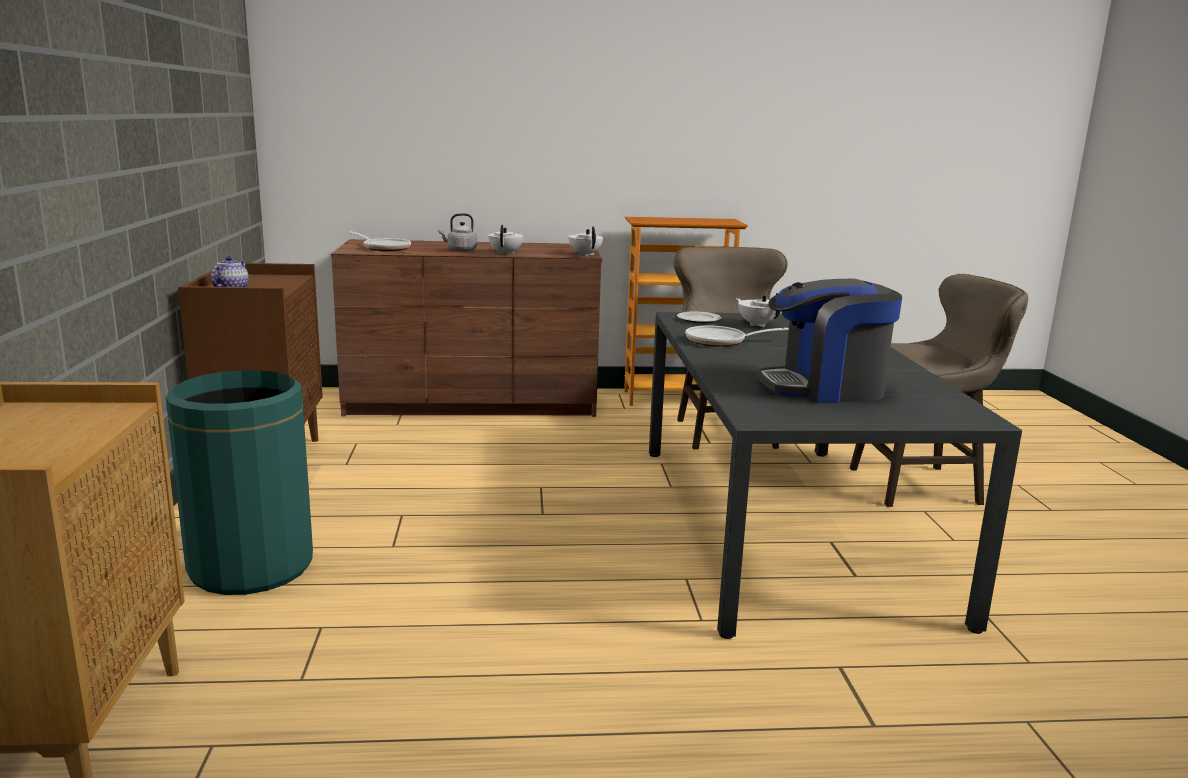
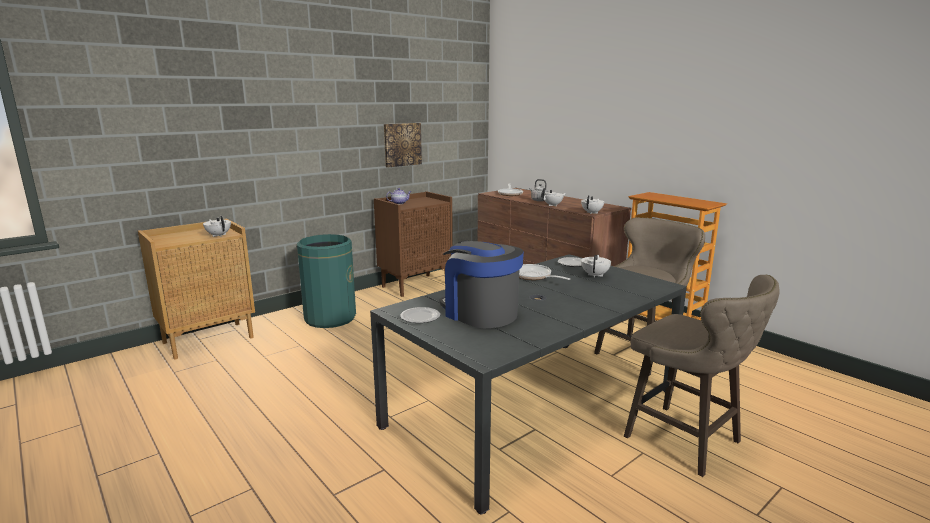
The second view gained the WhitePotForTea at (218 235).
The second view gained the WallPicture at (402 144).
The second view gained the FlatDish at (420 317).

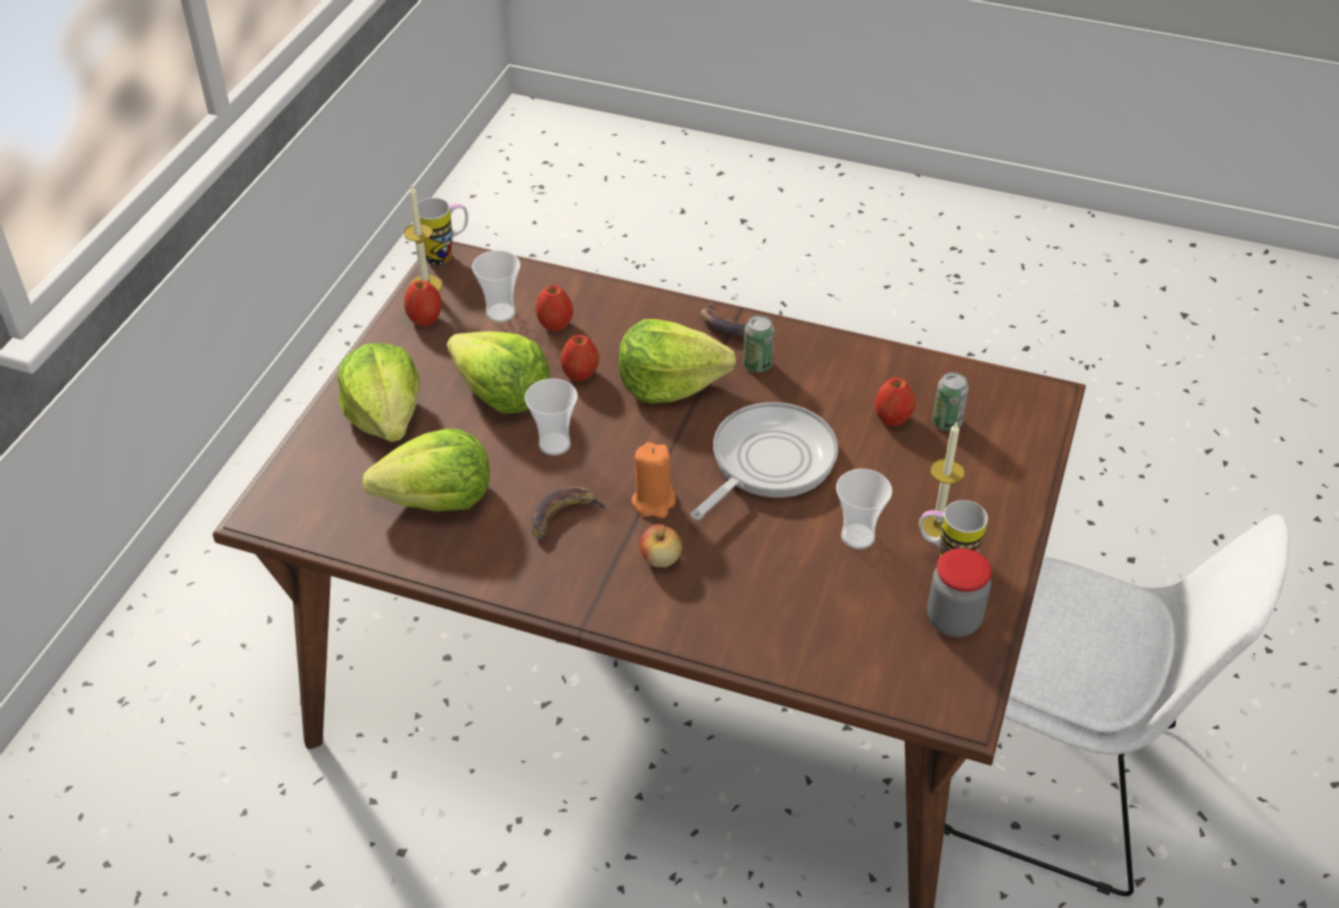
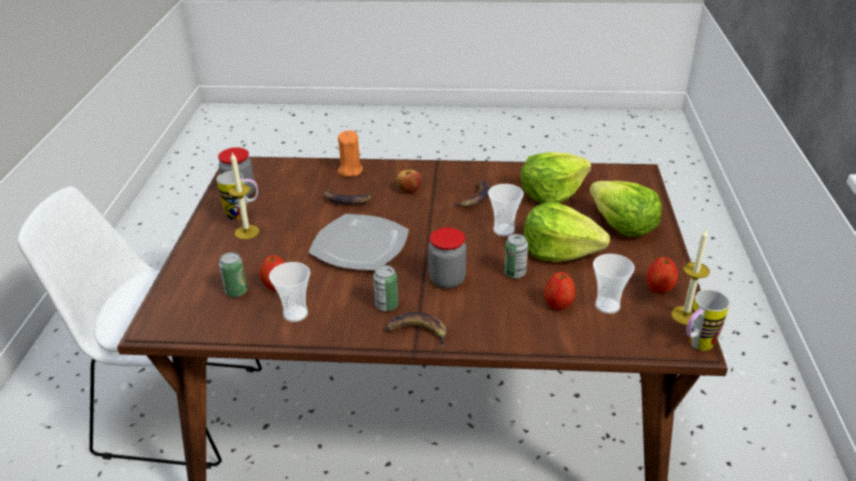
The SmallCup ended up elsewhere, having gone from (857 536) to (295 314).
Where the Pan stood at (768 462), the FlatDish came to stand at (361 245).
The second view gained the BananaFruit at (346 200).
The OrangeColouredWaxLight ended up elsewhere, having gone from (654 502) to (350 170).
Where the HeadOfLettuce stood at (670 383), the Jar came to stand at (447 280).
Where the Apple stood at (580 375), the Can came to stand at (514 273).

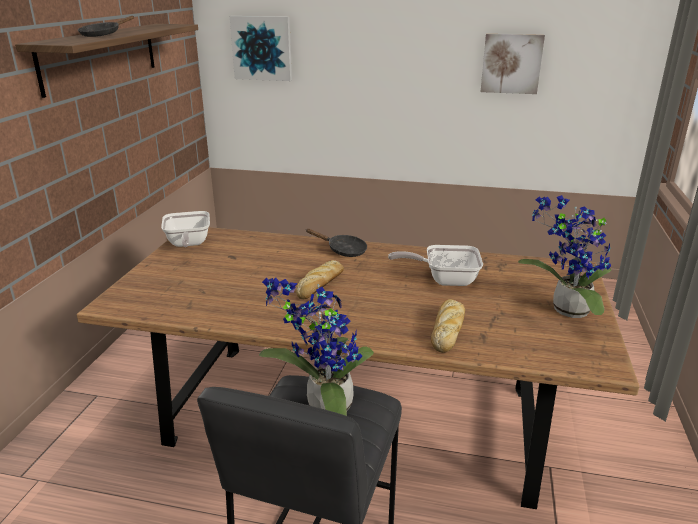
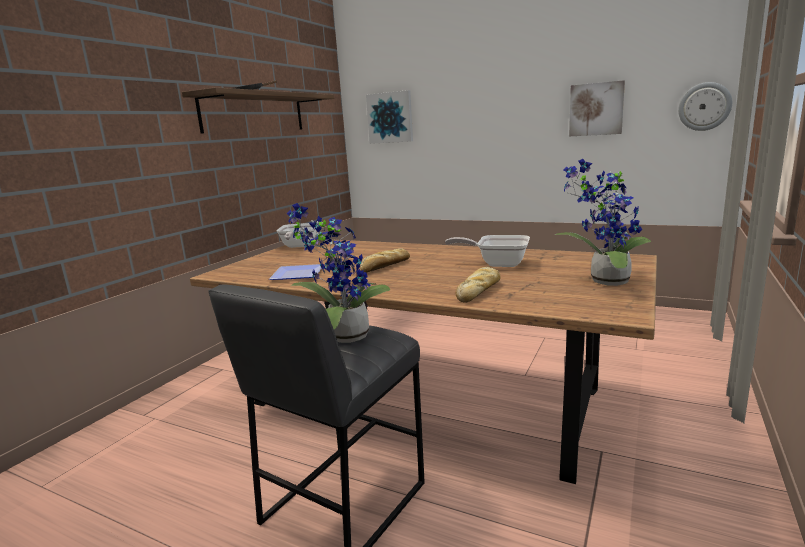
The second view gained the FlatDish at (299 274).
The second view gained the HangingClock at (704 106).
The second view lost the BlackishPan at (343 250).

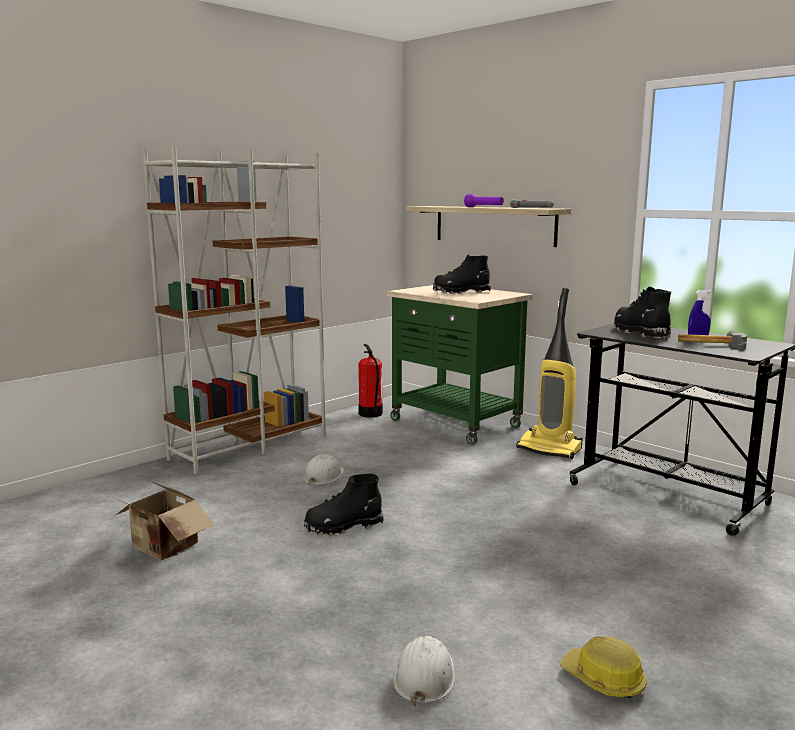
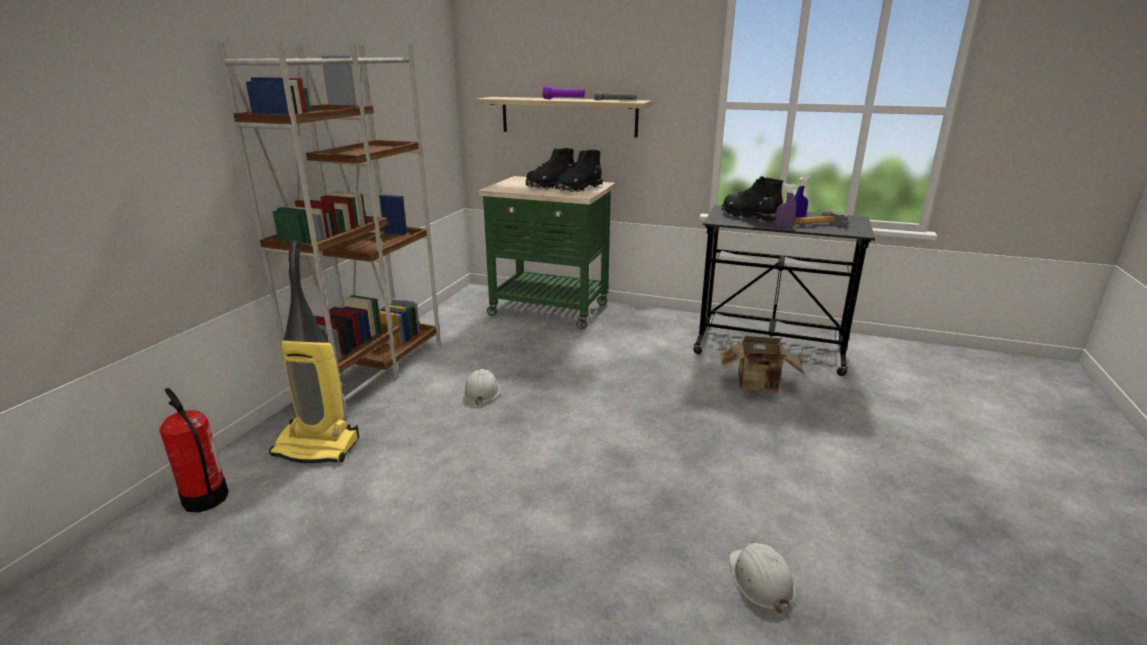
The Extinguisher ended up elsewhere, having gone from (370 414) to (205 499).
The Vacuum ended up elsewhere, having gone from (550 449) to (318 447).
The BlackishHighTopBoot ended up elsewhere, having gone from (343 526) to (578 188).
The CardboardBox ended up elsewhere, having gone from (162 549) to (759 386).
The second view gained the PurpleSprayer at (783 226).
The second view lost the WorkHelmet at (603 679).

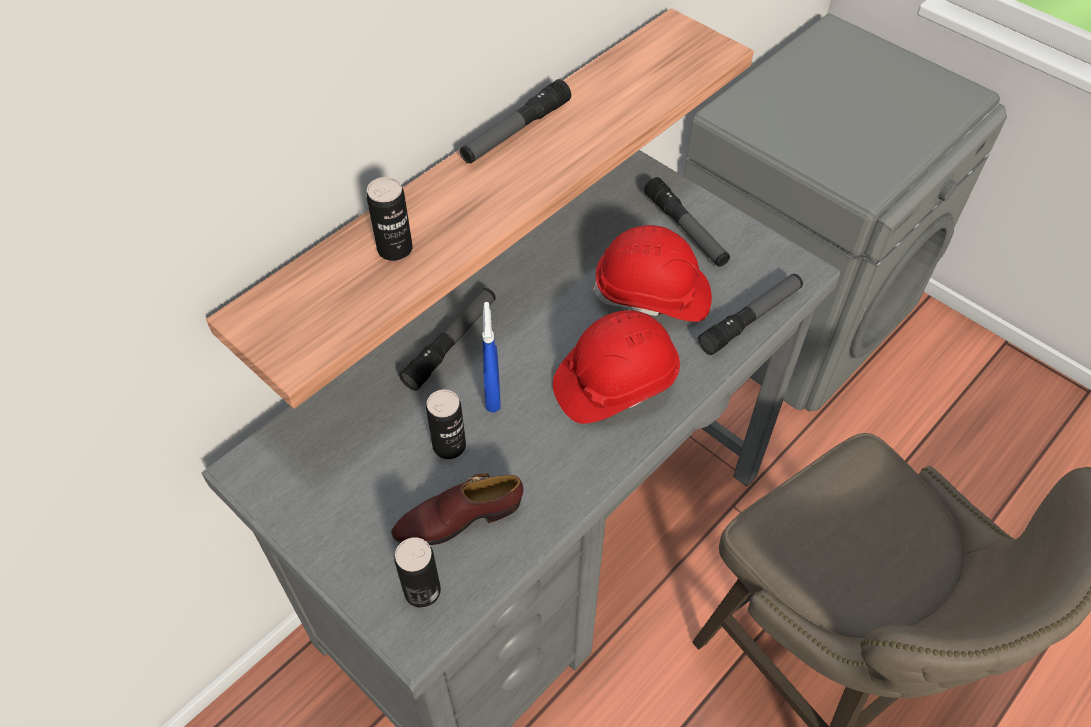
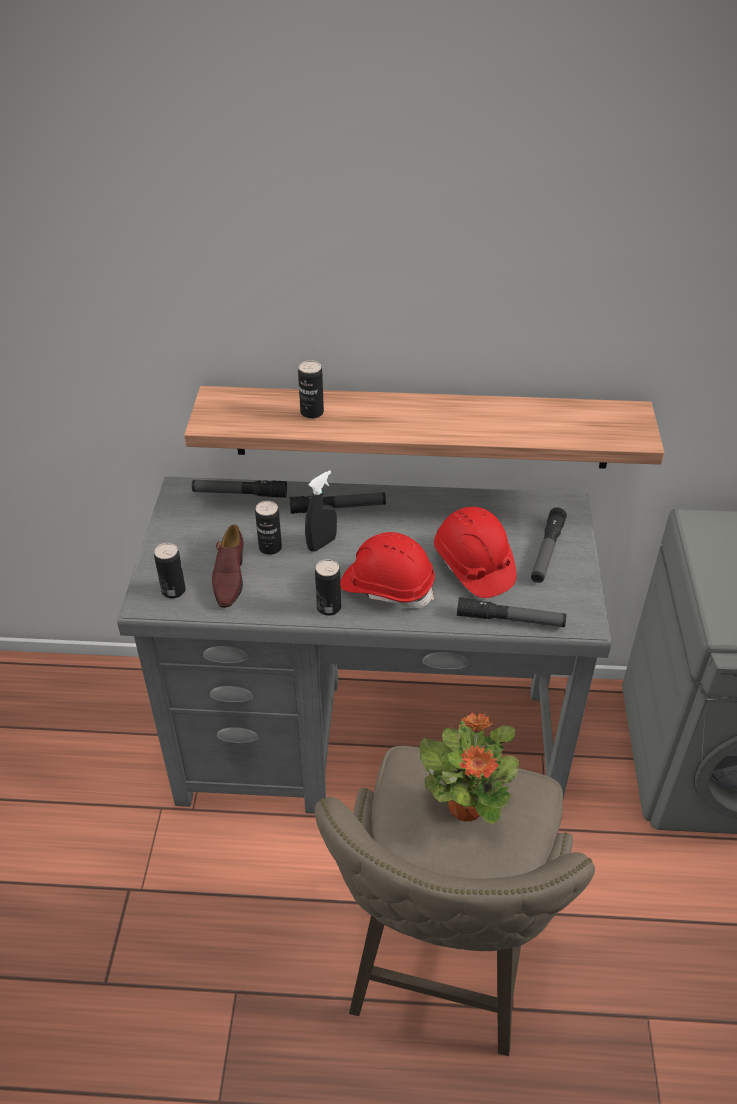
The Flashlight ended up elsewhere, having gone from (515 131) to (240 493).
The BrownColouredLowShoe at (458 518) ended up facing another way, 120 degrees counterclockwise from before.
What was the BlueColouredSprayer at (492 395) turned into the BlackishSprayer at (321 544).
The second view gained the Can at (329 607).
The second view gained the Houseplant at (466 805).

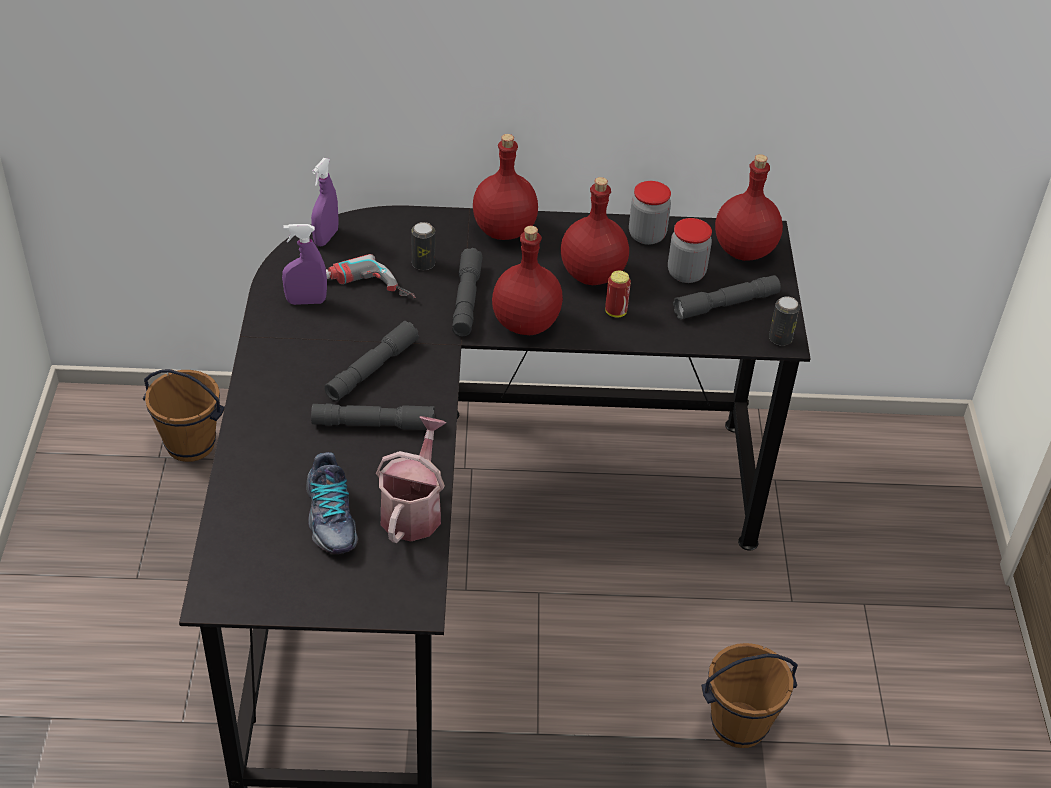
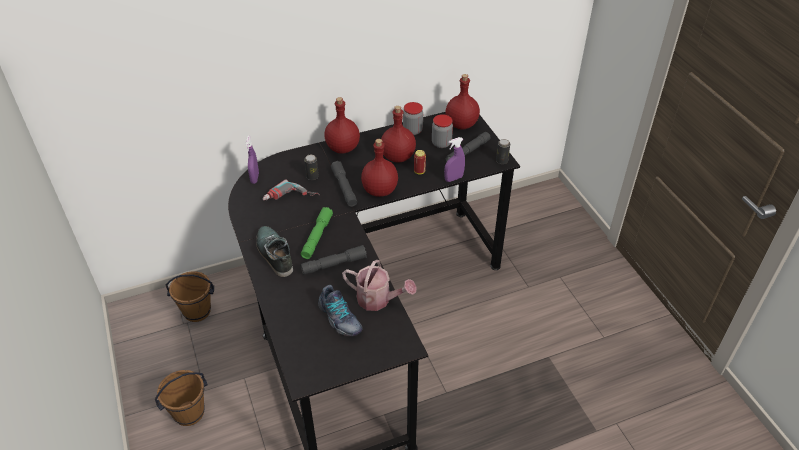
The BrownColouredPail ended up elsewhere, having gone from (738 724) to (189 412).
The second view gained the LowShoe at (274 254).
What was the GreyFlashlight at (372 369) turned into the GreenFlashlight at (317 237).
The WateringPot at (413 509) ended up facing another way, 120 degrees clockwise from before.
The PurpleSprayer ended up elsewhere, having gone from (306 301) to (453 178).

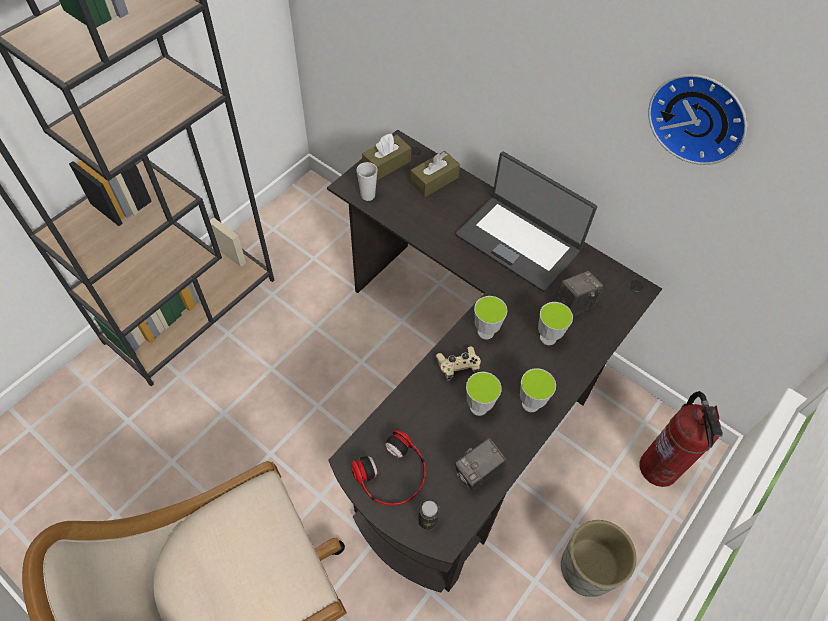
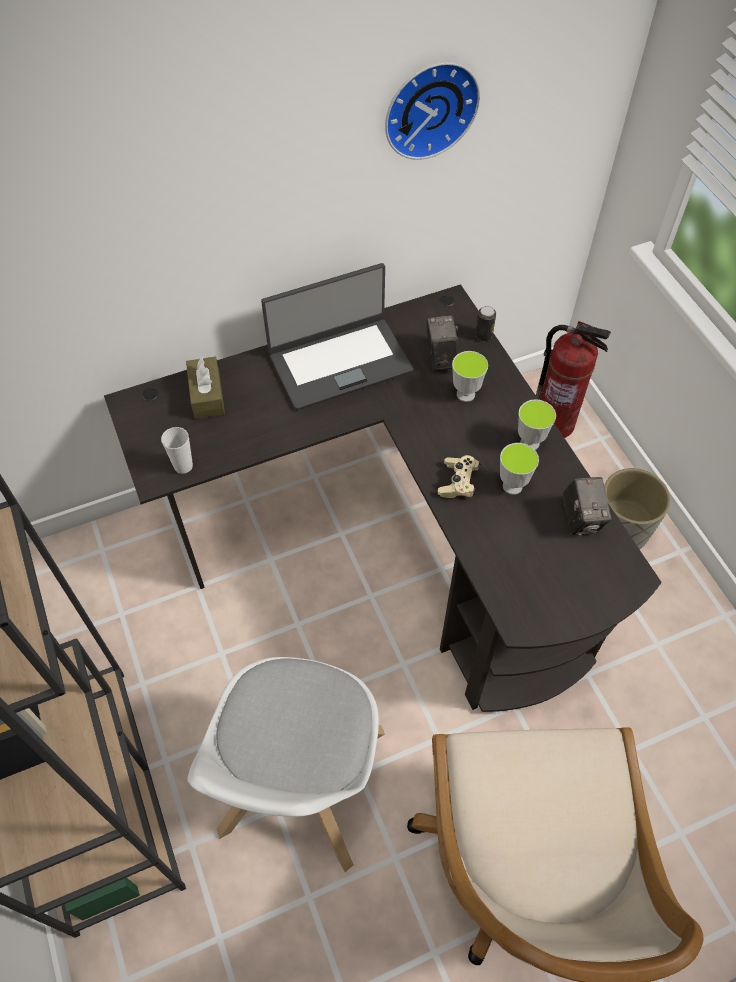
The second view gained the Chair at (300 786).
The Can ended up elsewhere, having gone from (427 520) to (483 335).
The second view lost the Headset at (392 474).
The second view lost the BrownColouredTissueBox at (386 164).
The second view lost the SmallCup at (485 332).

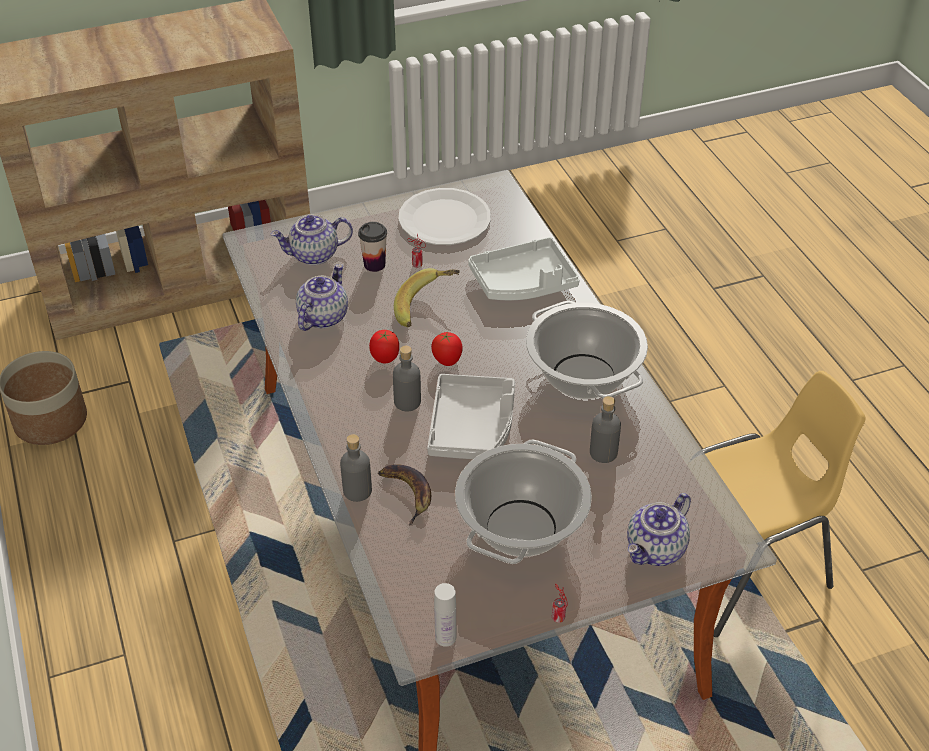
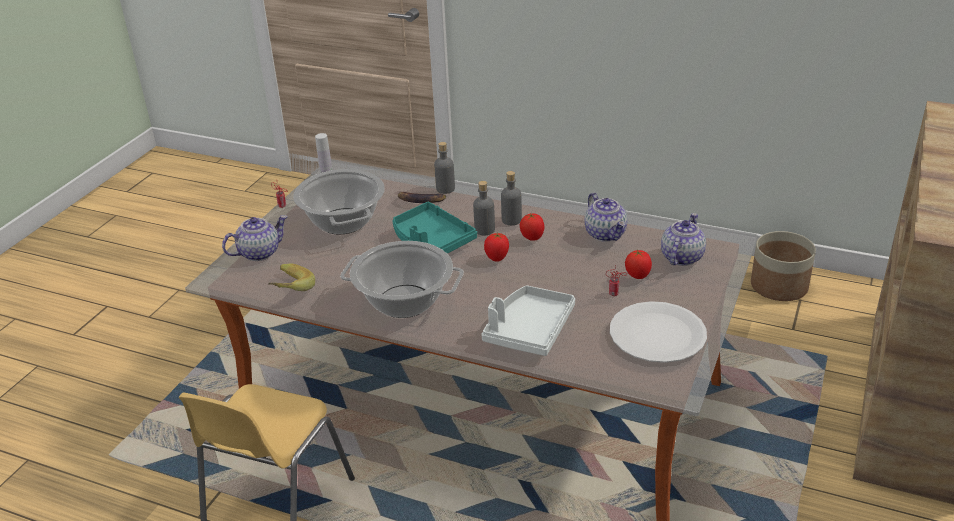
The PotForTea at (656 550) ended up facing another way, 60 degrees clockwise from before.
The BananaFruit ended up elsewhere, having gone from (427 308) to (288 291).
What was the GreyCarryingTray at (472 427) turned into the TurquoiseColouredCarryingTray at (431 241).
The GreyDrinkBottle ended up elsewhere, having gone from (603 453) to (511 220).
Where the SmallCup stood at (374 265), the Tomato came to stand at (637 276).

